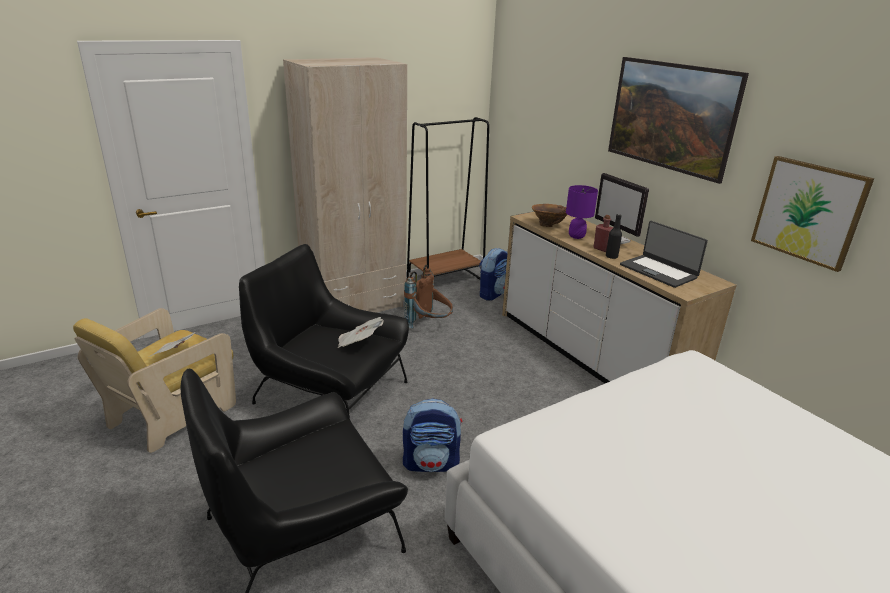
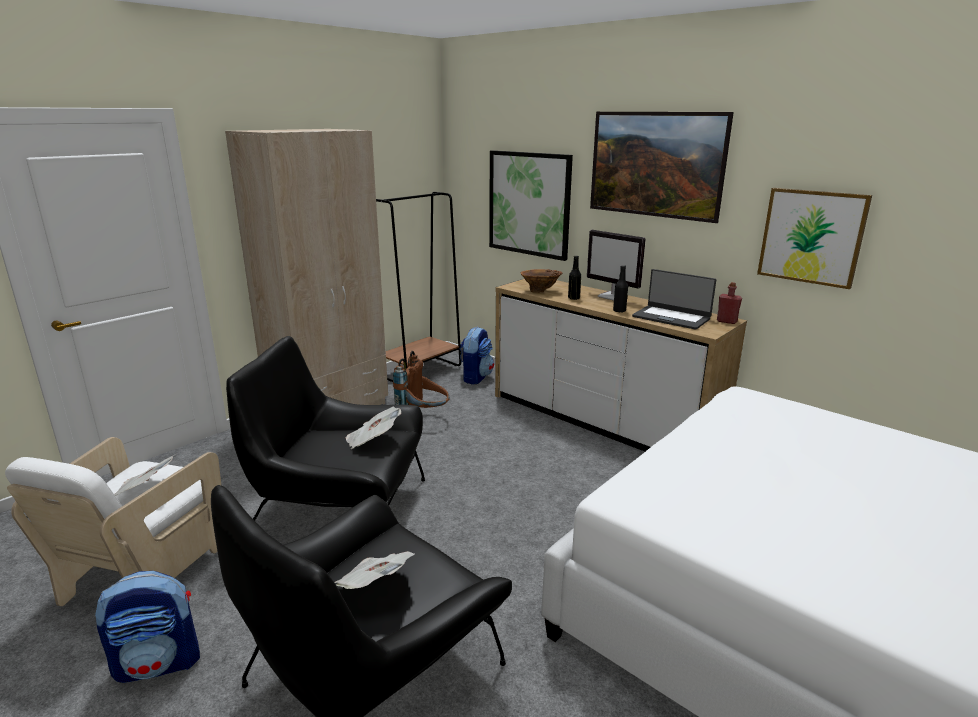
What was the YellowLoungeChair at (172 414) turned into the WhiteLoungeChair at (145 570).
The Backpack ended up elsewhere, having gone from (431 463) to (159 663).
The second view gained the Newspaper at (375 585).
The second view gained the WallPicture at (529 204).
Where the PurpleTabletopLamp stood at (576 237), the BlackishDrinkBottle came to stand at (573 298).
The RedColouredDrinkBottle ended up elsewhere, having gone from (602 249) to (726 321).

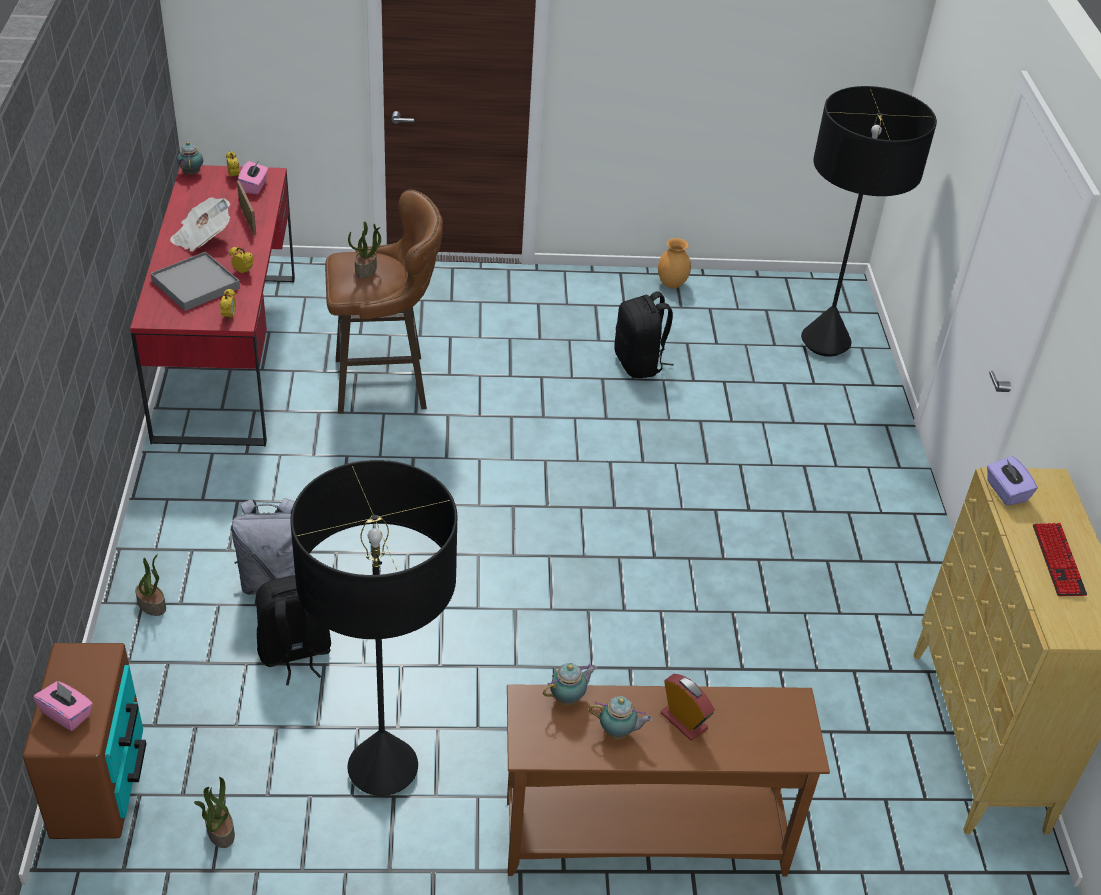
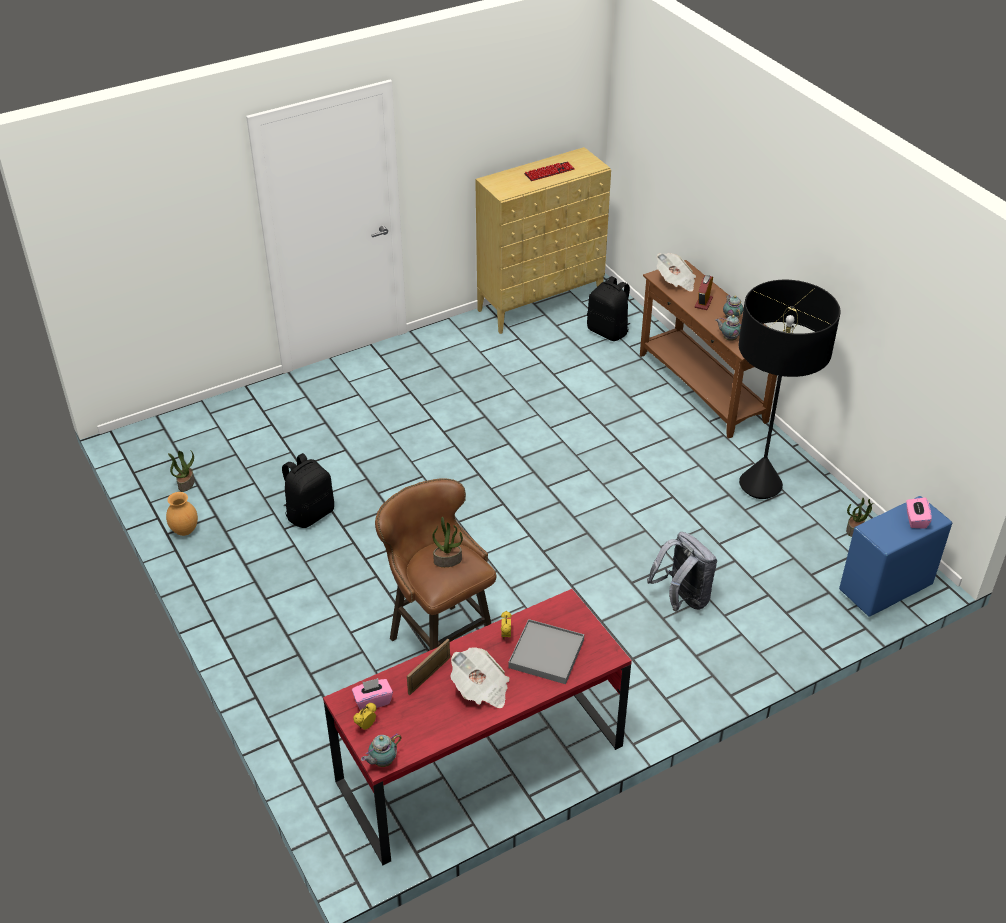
The Houseplant ended up elsewhere, having gone from (152 605) to (186 483).
The BlackishBackpack ended up elsewhere, having gone from (294 653) to (608 331).
The second view gained the Newspaper at (675 282).
What was the BrownColouredBedsideTable at (102 786) turned into the BlueColouredBedsideTable at (883 590).
The second view lost the AlarmClock at (229 316).
The second view lost the BlackishStandardLamp at (824 344).
The second view lost the PurpleTissueBox at (1005 492).

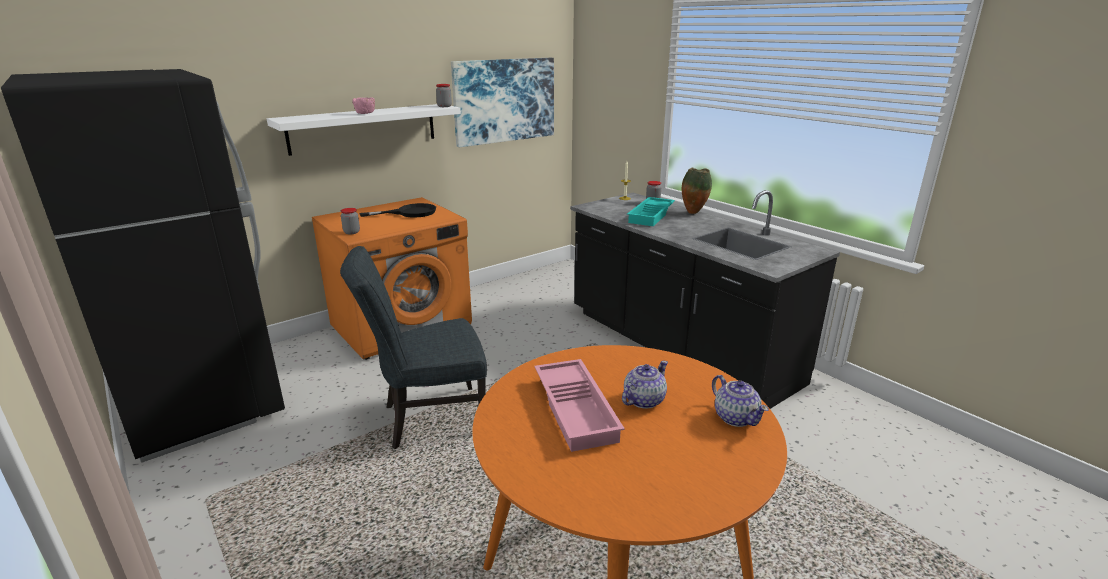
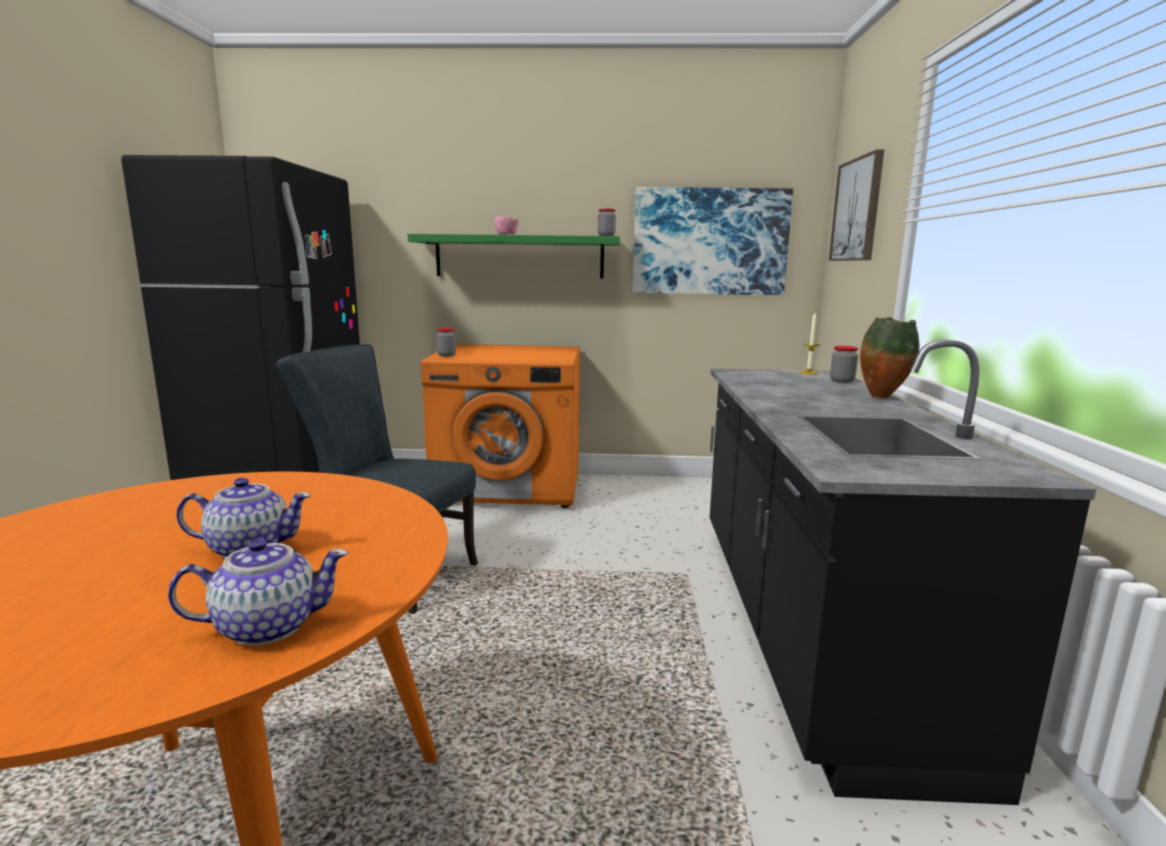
The PotForTea at (735 417) ended up facing another way, 120 degrees counterclockwise from before.
What was the WhiteWallShelf at (364 128) turned into the GreenWallShelf at (519 257).
The second view gained the WallPicture at (857 210).
The second view lost the BlackishPan at (409 213).
The second view lost the PinkCarryingTray at (577 409).
The second view lost the TurquoiseColouredCarryingTray at (651 216).

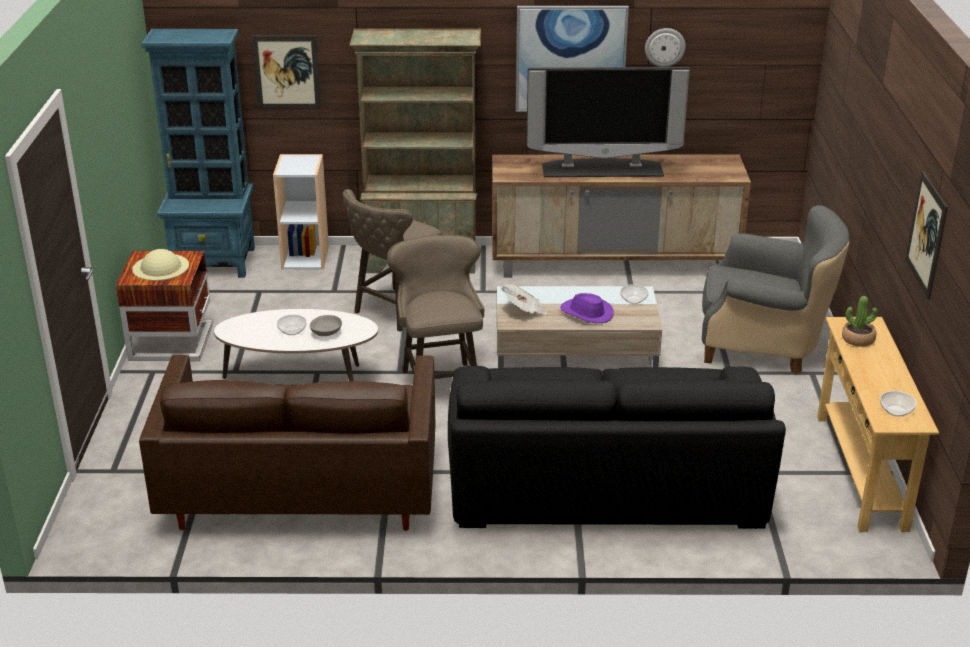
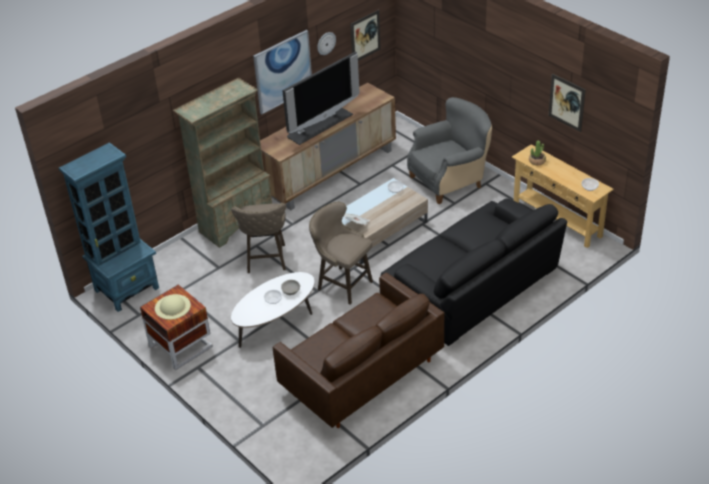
The WallPicture ended up elsewhere, having gone from (286 72) to (365 36).
The second view lost the Bookshelf at (305 257).
The second view lost the PurpleHat at (586 313).

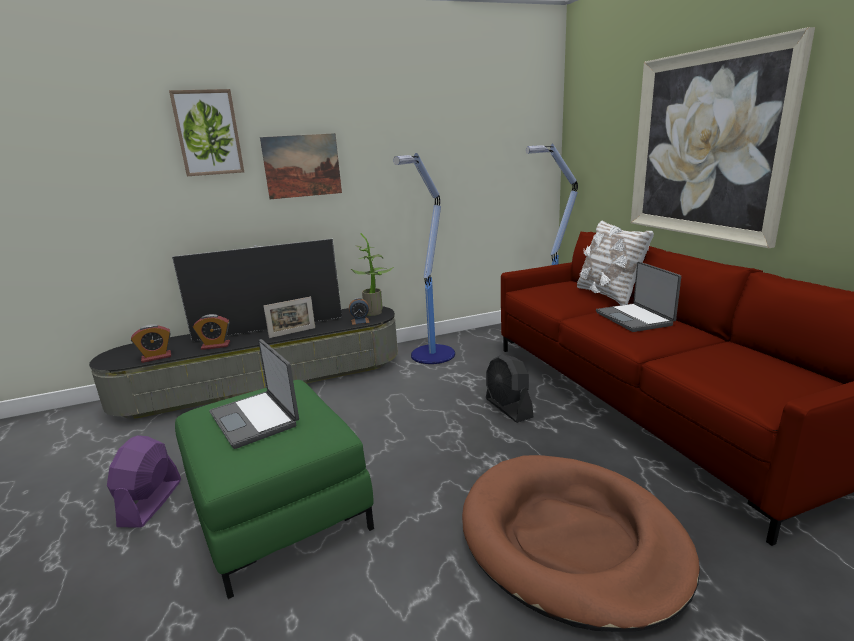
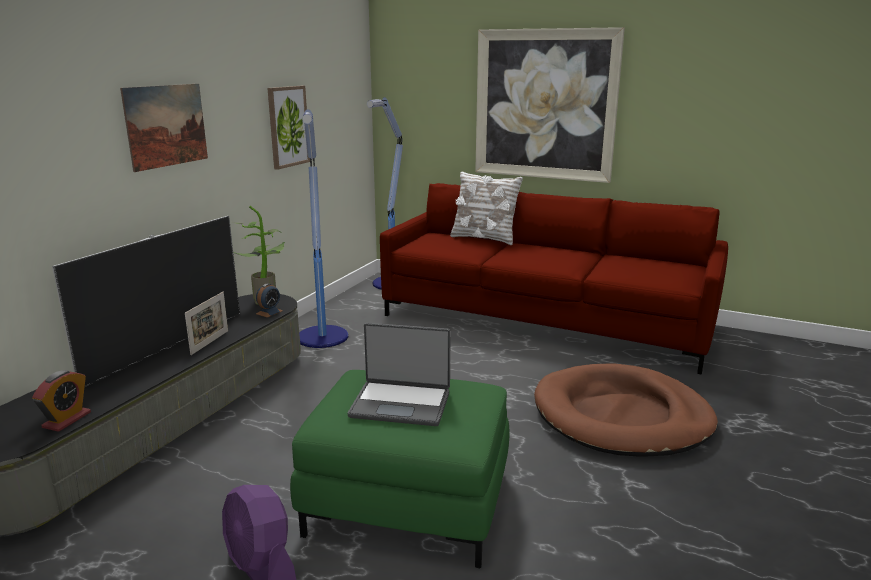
The WallPicture ended up elsewhere, having gone from (208 133) to (288 126).
The second view lost the AlarmClock at (215 346).
The second view lost the BlackishElectricFan at (508 408).
The second view lost the PortableComputer at (635 318).

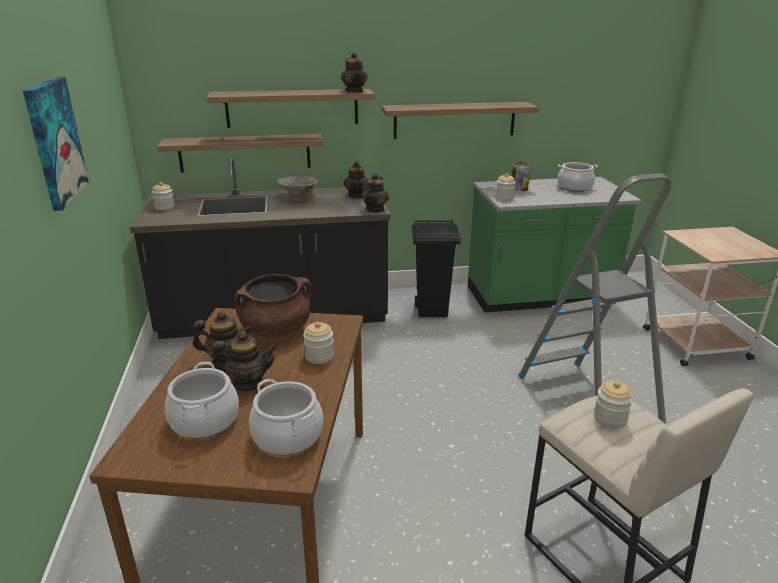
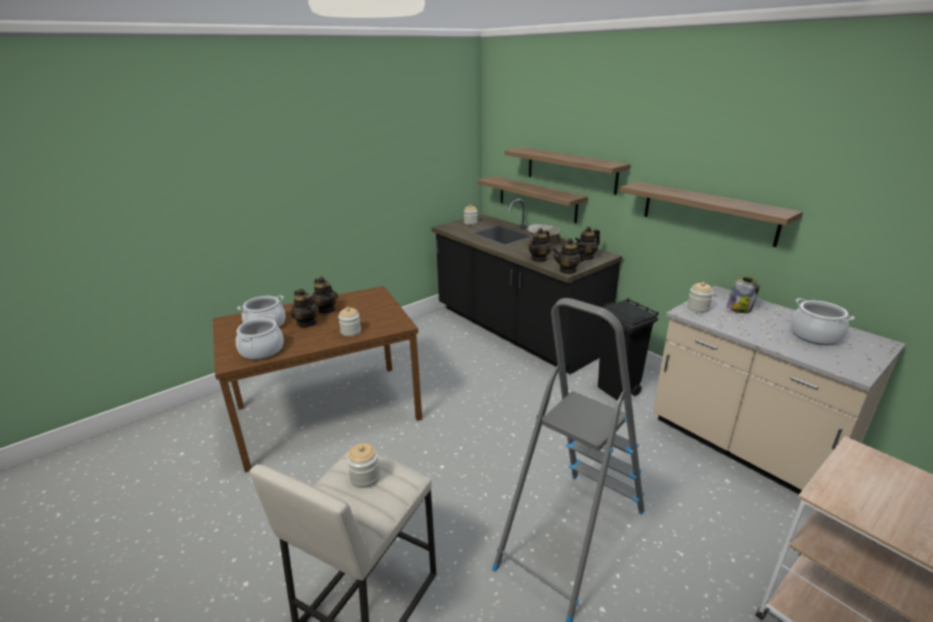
The PotForTea ended up elsewhere, having gone from (354 91) to (539 259).
What was the GreenCounter at (539 297) turned into the BeigeColouredCounter at (743 446).
The second view lost the WallPicture at (55 142).
The second view lost the BrownColouredCookingPot at (276 330).

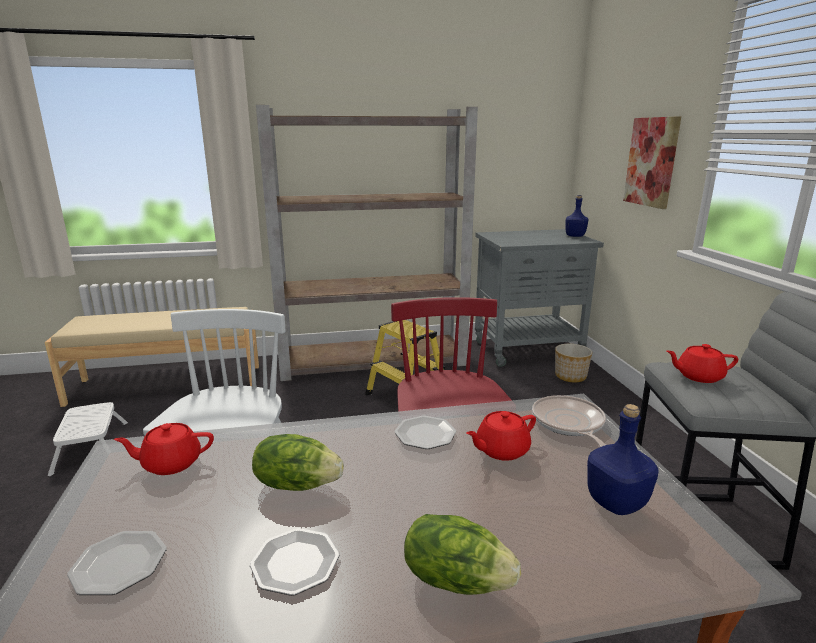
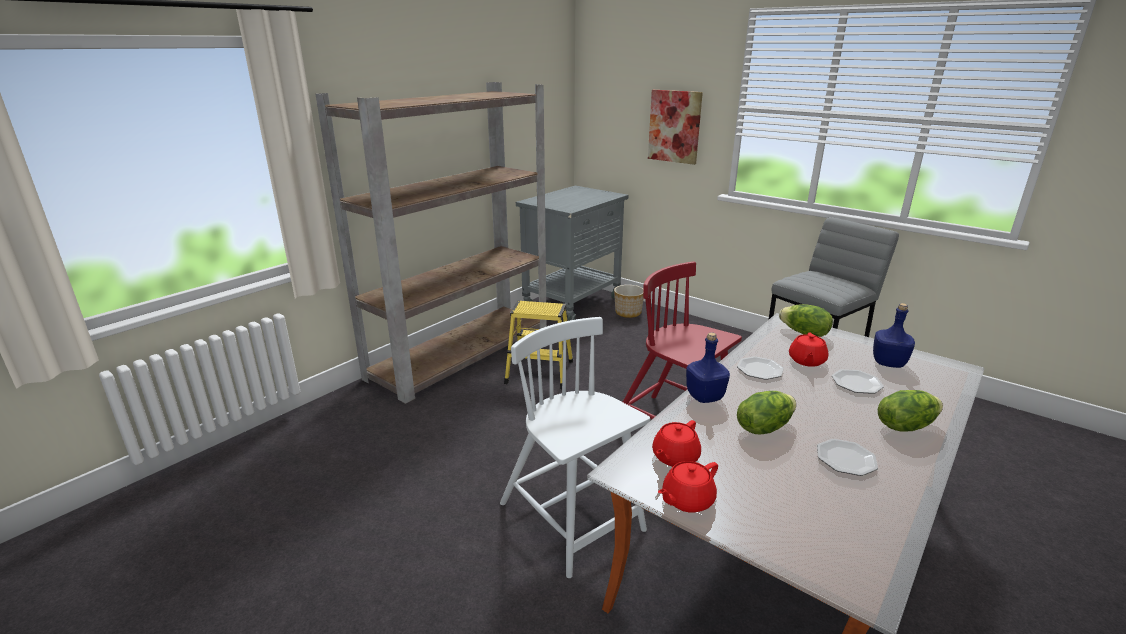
The RedColouredPotForTea ended up elsewhere, having gone from (698 376) to (686 500).
The BlueColouredDrinkBottle ended up elsewhere, having gone from (575 236) to (704 396).
Where the Pan stood at (569 424), the HeadOfLettuce came to stand at (804 333).
The FlatDish ended up elsewhere, having gone from (119 565) to (857 383).
The second view lost the BeigeColouredLongSeat at (167 384).
The second view lost the WhiteStepladder at (91 447).

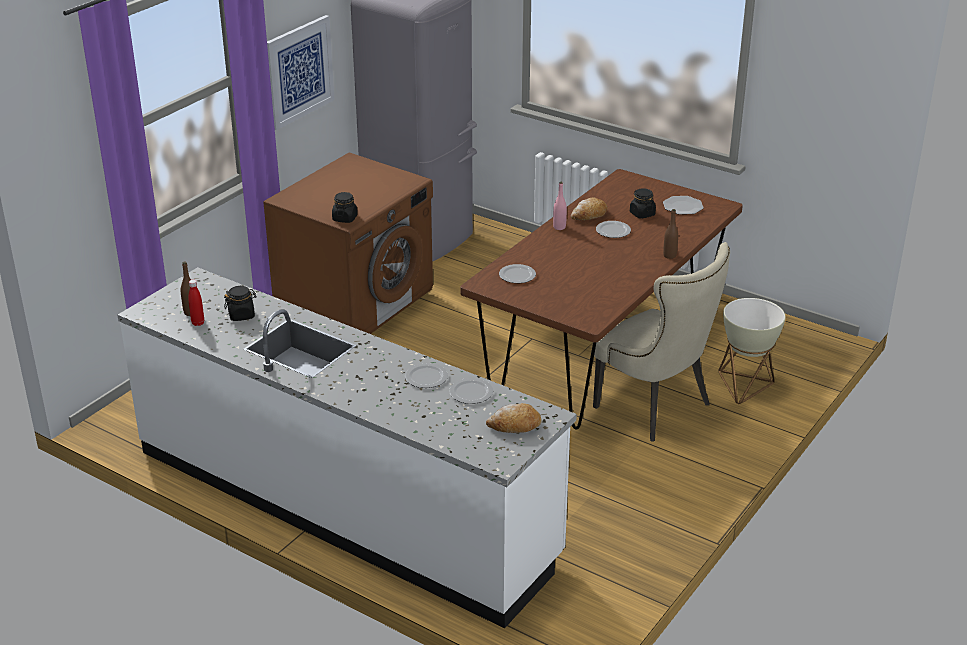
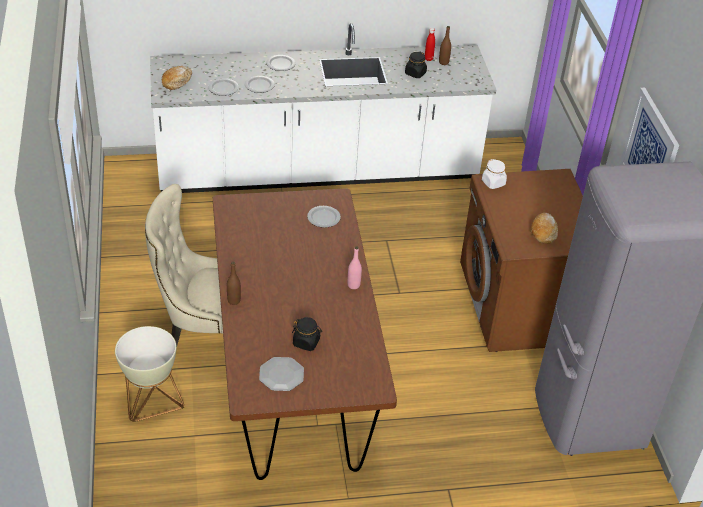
The FlatDish ended up elsewhere, having gone from (613 231) to (280 64).
What was the BlackishJar at (345 218) turned into the WhiteJar at (493 183).
The Bread ended up elsewhere, having gone from (589 215) to (543 232).

